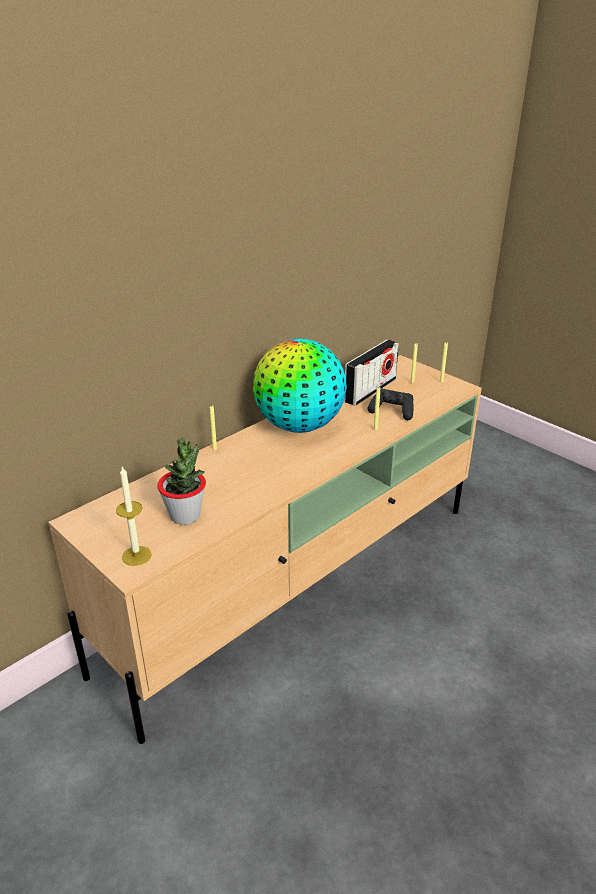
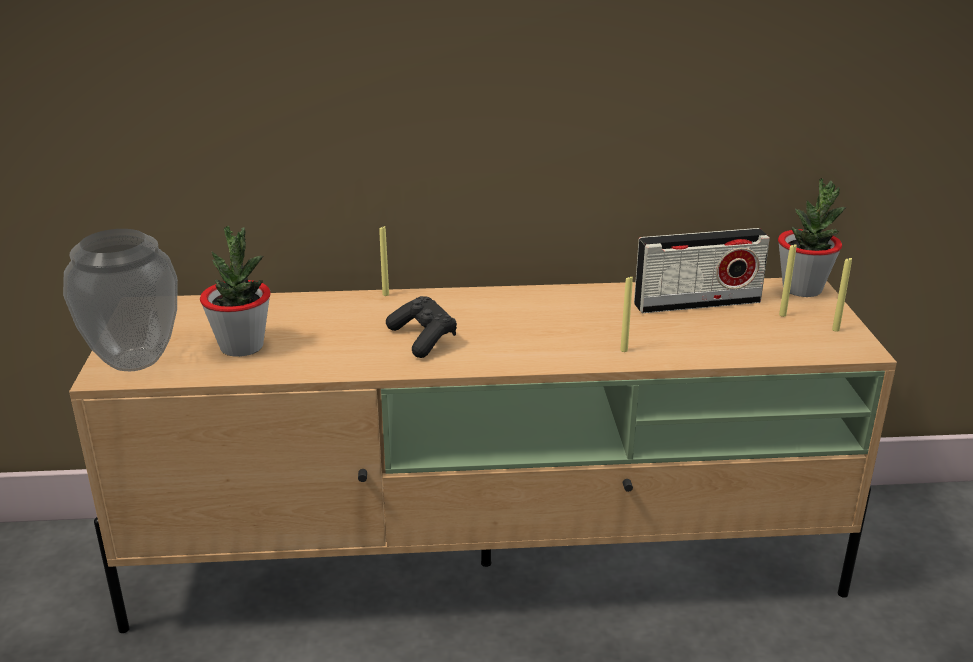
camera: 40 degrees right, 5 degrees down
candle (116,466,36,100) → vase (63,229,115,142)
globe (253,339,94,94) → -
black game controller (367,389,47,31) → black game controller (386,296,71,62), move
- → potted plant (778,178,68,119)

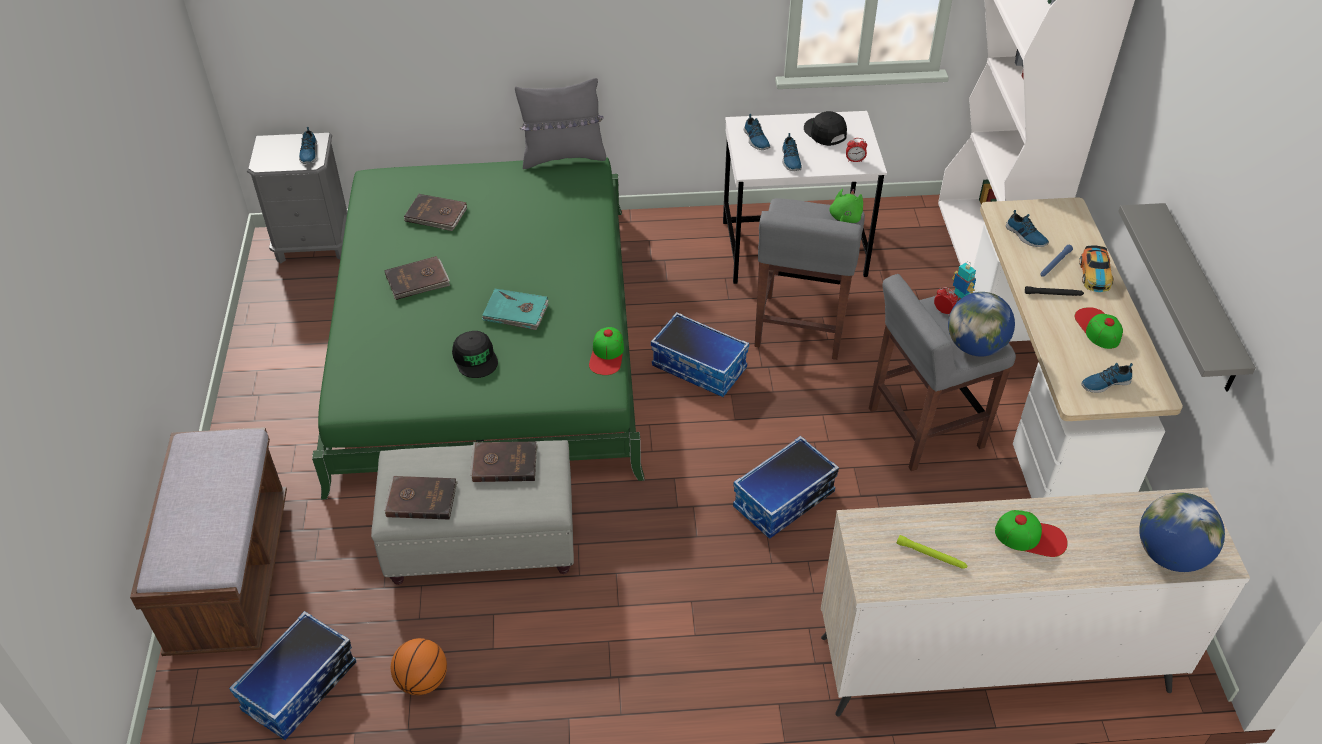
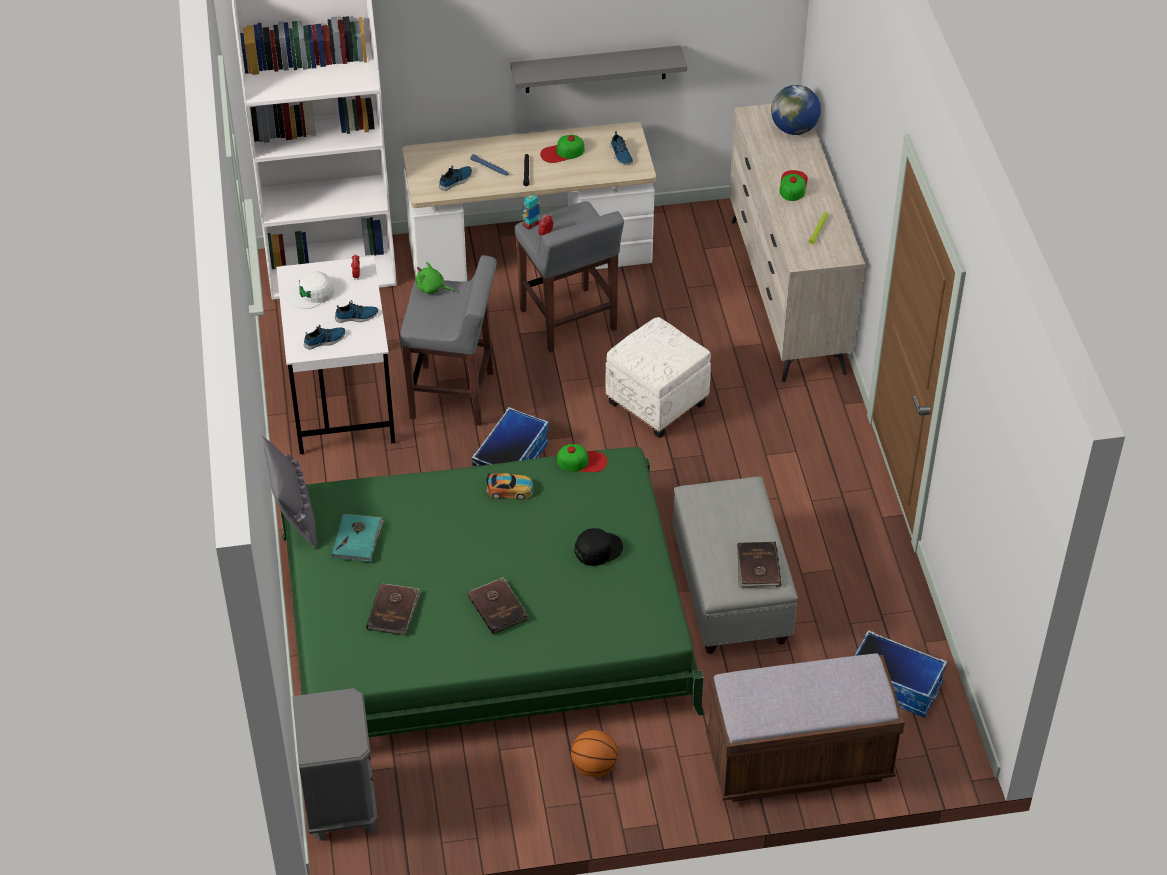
camera: 95 degrees left, 0 degrees up
shoe (299,127,18,37) → -
basketball (391,638,56,57) → basketball (571,730,47,47), move
brown book (470,441,68,41) → -
turquoise book (482,289,67,41) → turquoise book (332,514,52,48), move
storage box (733,436,106,103) → white ottoman (606,317,105,121)
black cap (804,111,43,35) → white cap (289,271,45,38)
globe (948,292,67,65) → -
toy car (1079,246,34,46) → toy car (486,473,47,27), move

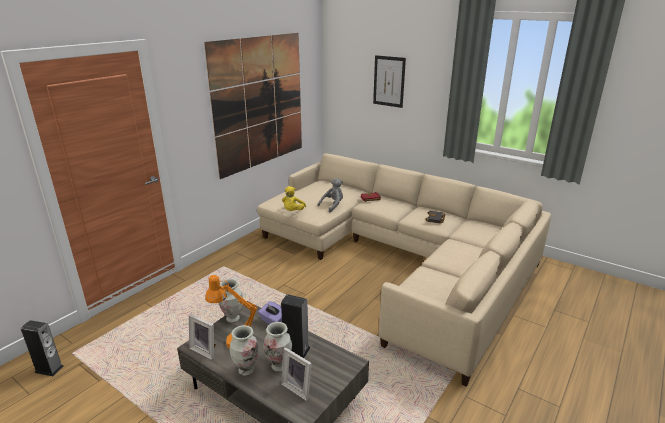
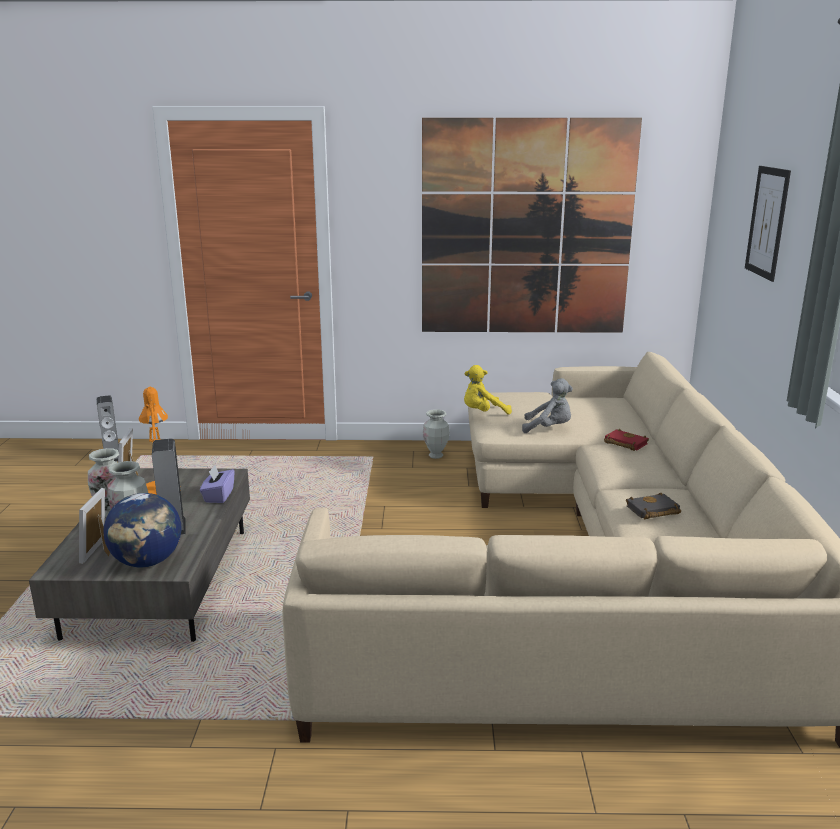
camera: 55 degrees right, 5 degrees down
vase (219,279,24,44) → vase (423,409,27,50), move
- → globe (103,493,78,74)

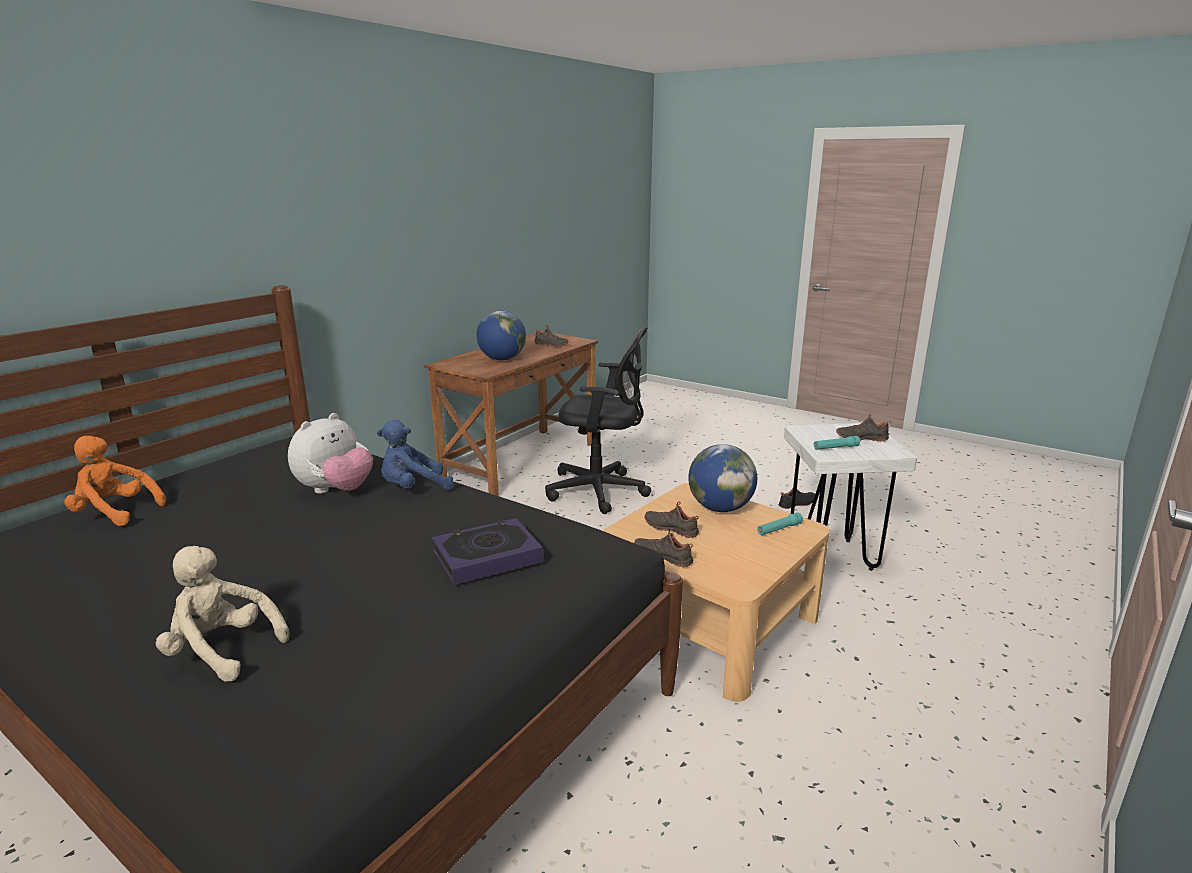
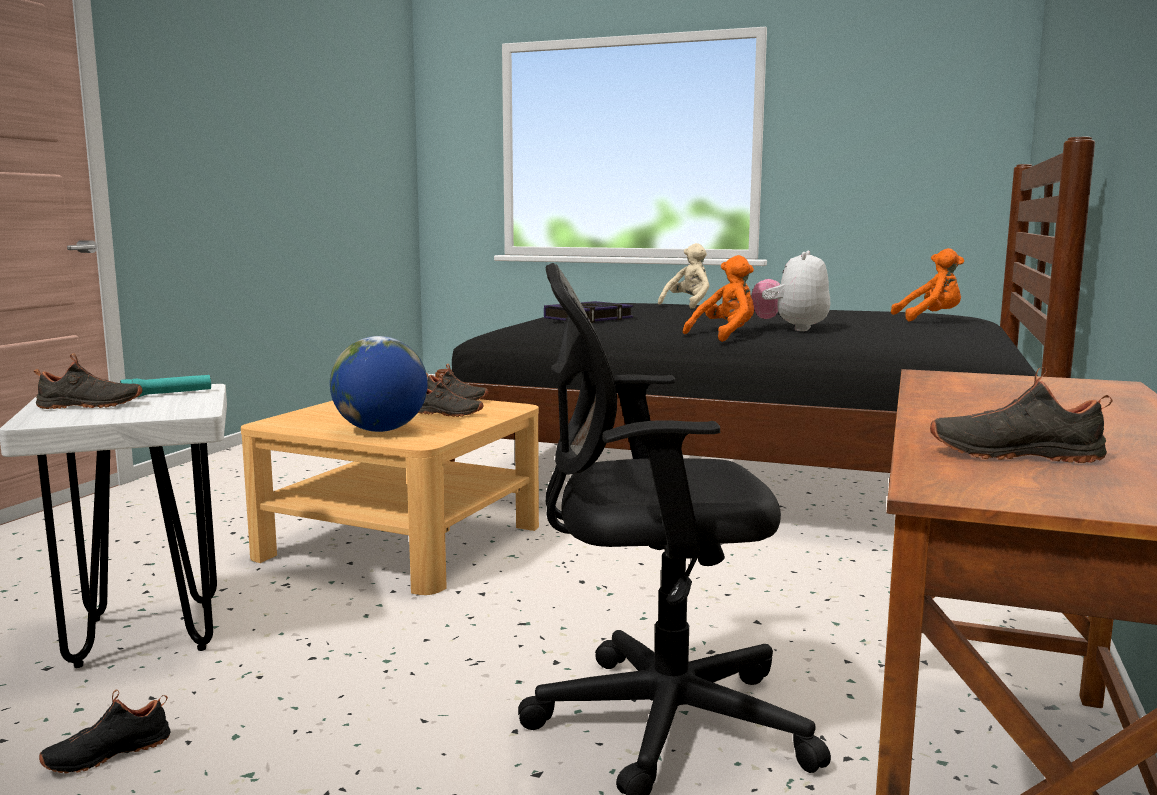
camera: 165 degrees right, 10 degrees down
beige plush toy (155,546,135,136) → beige plush toy (658,243,51,66), 60 degrees counterclockwise
blue plush toy (377,420,77,70) → orange plush toy (683,255,71,87)
globe (476,311,50,49) → -
turquoise flashlight (757,512,46,23) → -

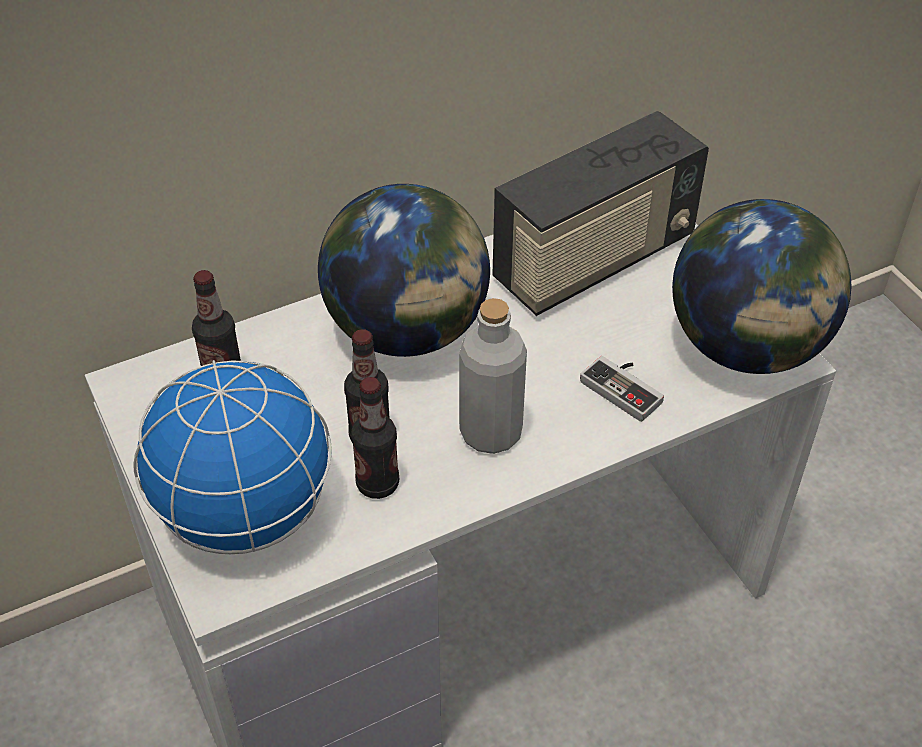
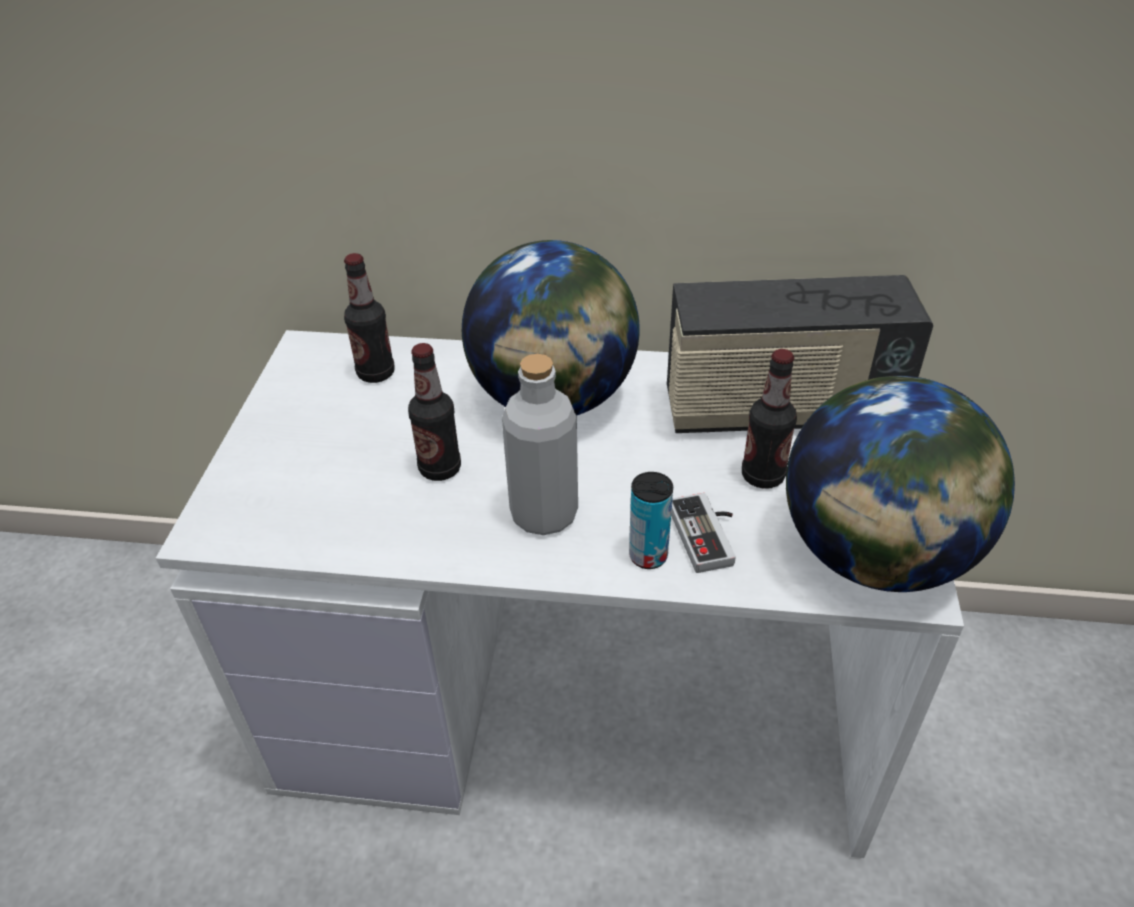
camera: 35 degrees right, 5 degrees down
globe (134,360,198,194) → -
bottle (351,377,48,122) → bottle (742,349,55,140), move
- → can (629,472,44,97)

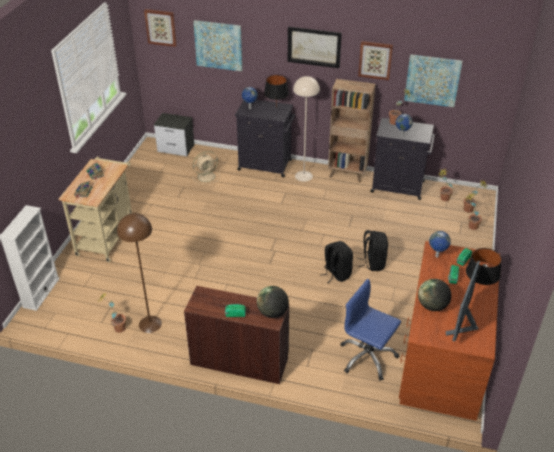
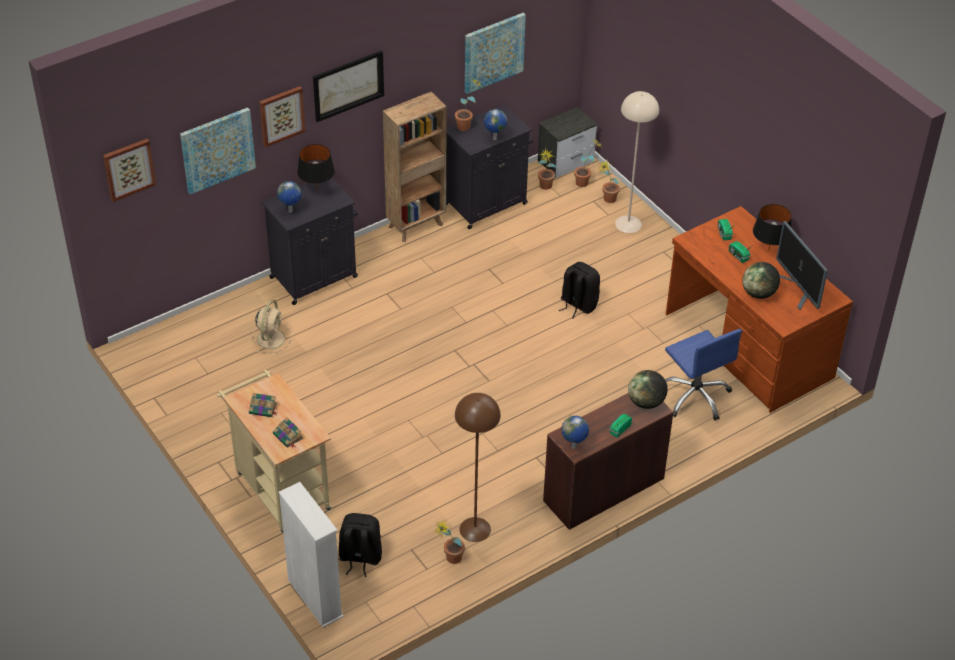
camera: 50 degrees left, 5 degrees up
nightstand (154,113,40,43) → nightstand (538,107,59,71), move
beige floor lamp (293,76,27,106) → beige floor lamp (615,91,44,142), move
black backpack (320,241,33,42) → black backpack (339,513,43,64), move
blue office chair (340,279,61,102) → blue office chair (665,329,77,92), 105 degrees counterclockwise
picture (358,41,35,39) → picture (259,86,47,61), move
globe (429,231,22,26) → globe (561,416,28,33), move

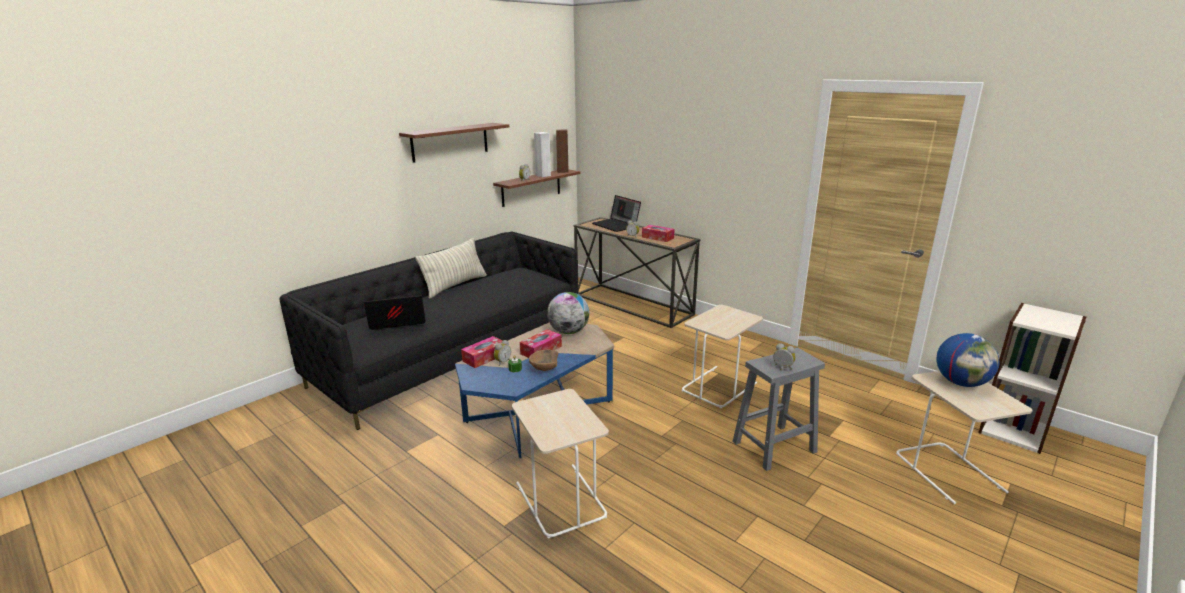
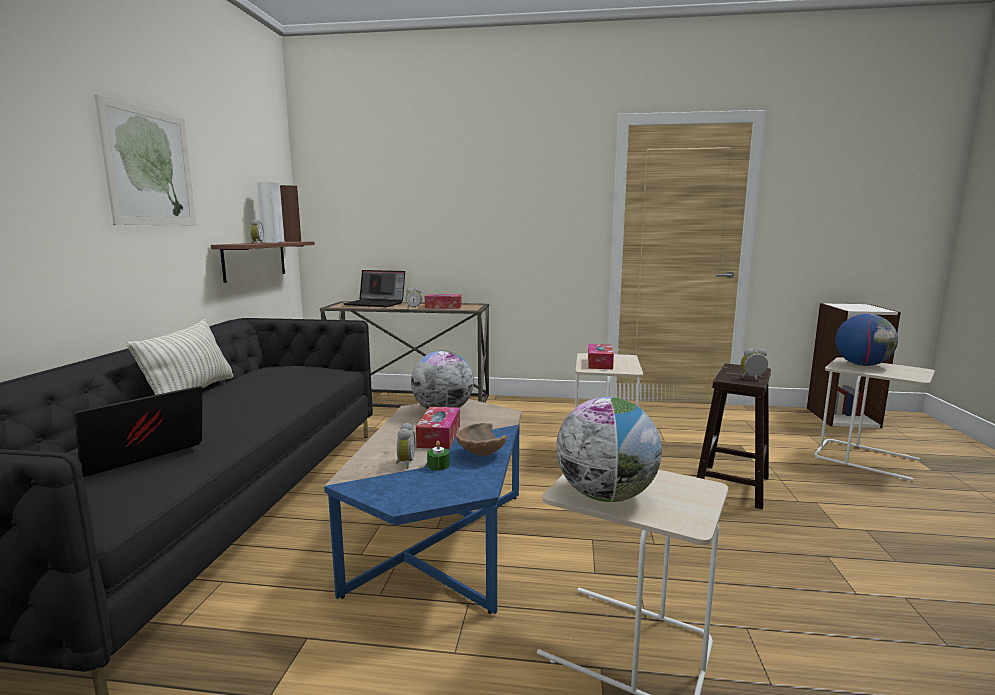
camera: 35 degrees left, 10 degrees down
brown shelf (399,123,110,40) → picture (94,94,102,131)
tissue box (461,336,41,32) → tissue box (588,344,26,25), move
grey stool (732,348,93,123) → brown stool (697,363,74,146)
- → globe (556,397,106,105)

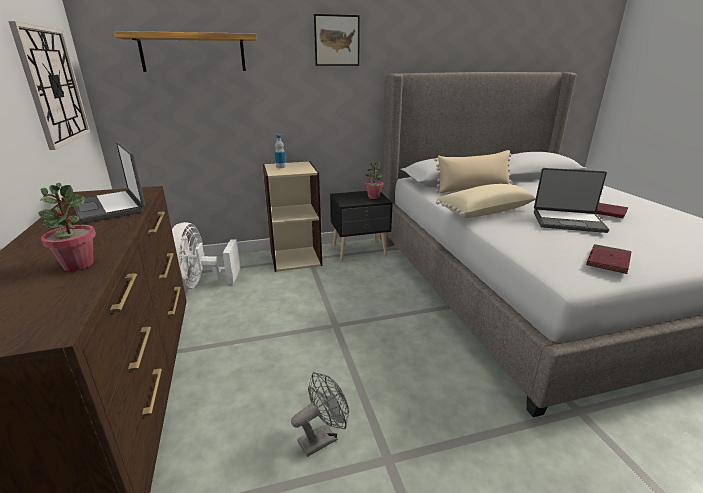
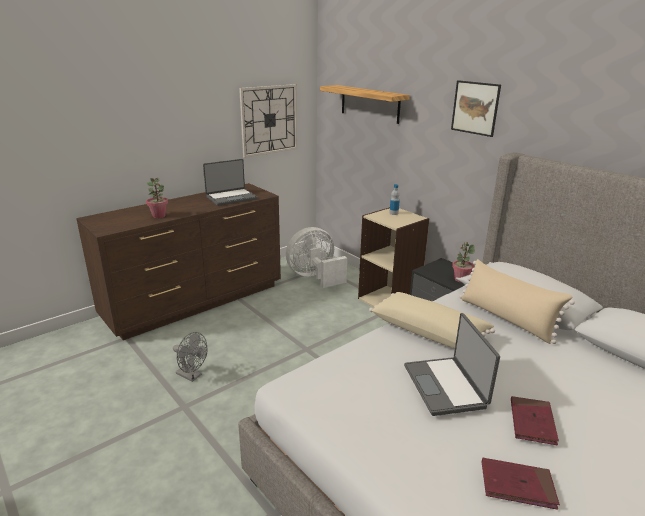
camera: 65 degrees right, 0 degrees up
laptop (74,142,71,82) → laptop (203,159,54,47), 150 degrees counterclockwise
red book (586,244,46,30) → red book (482,458,78,52), move

